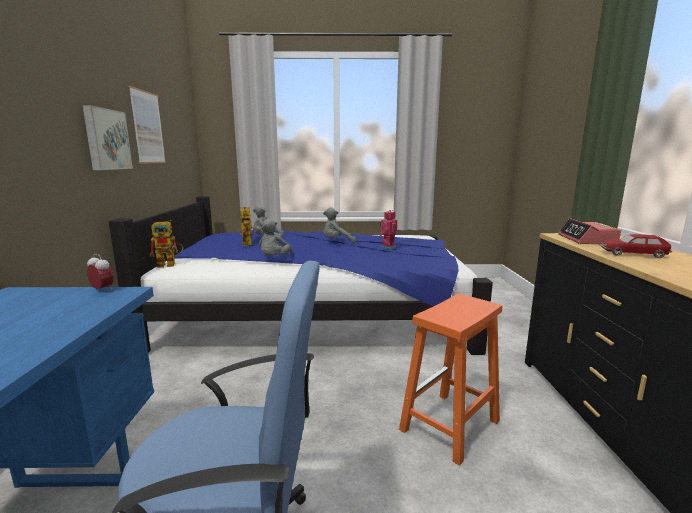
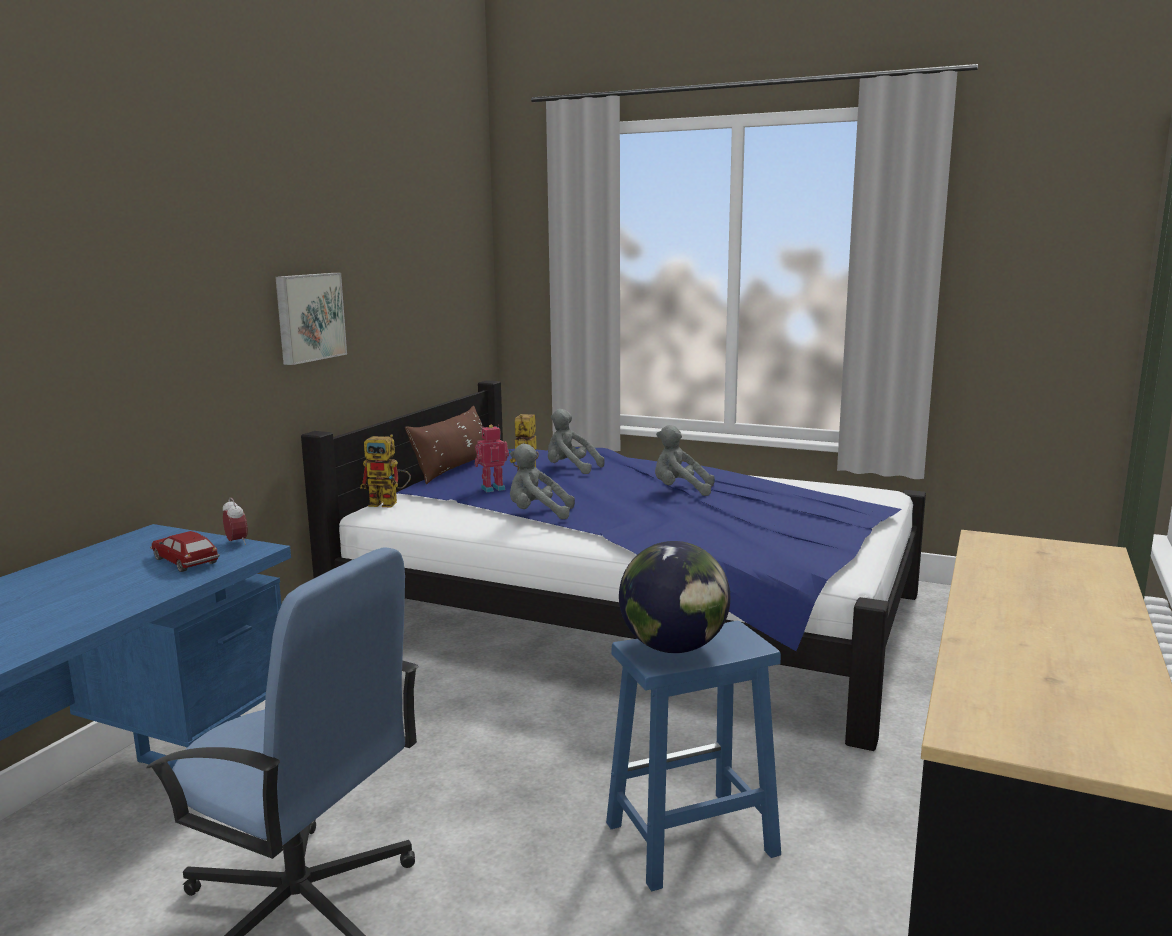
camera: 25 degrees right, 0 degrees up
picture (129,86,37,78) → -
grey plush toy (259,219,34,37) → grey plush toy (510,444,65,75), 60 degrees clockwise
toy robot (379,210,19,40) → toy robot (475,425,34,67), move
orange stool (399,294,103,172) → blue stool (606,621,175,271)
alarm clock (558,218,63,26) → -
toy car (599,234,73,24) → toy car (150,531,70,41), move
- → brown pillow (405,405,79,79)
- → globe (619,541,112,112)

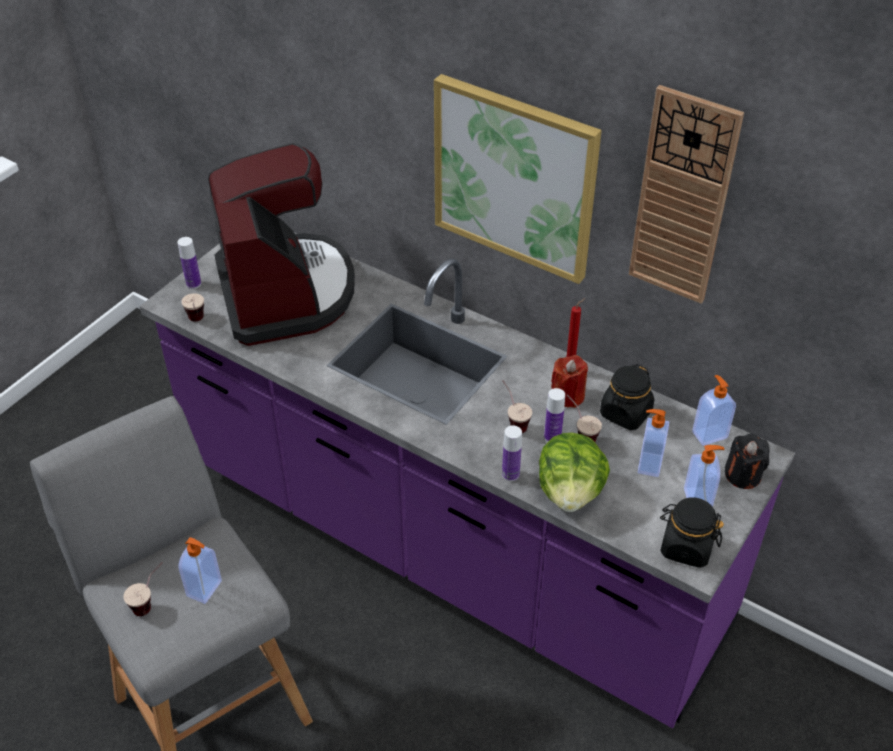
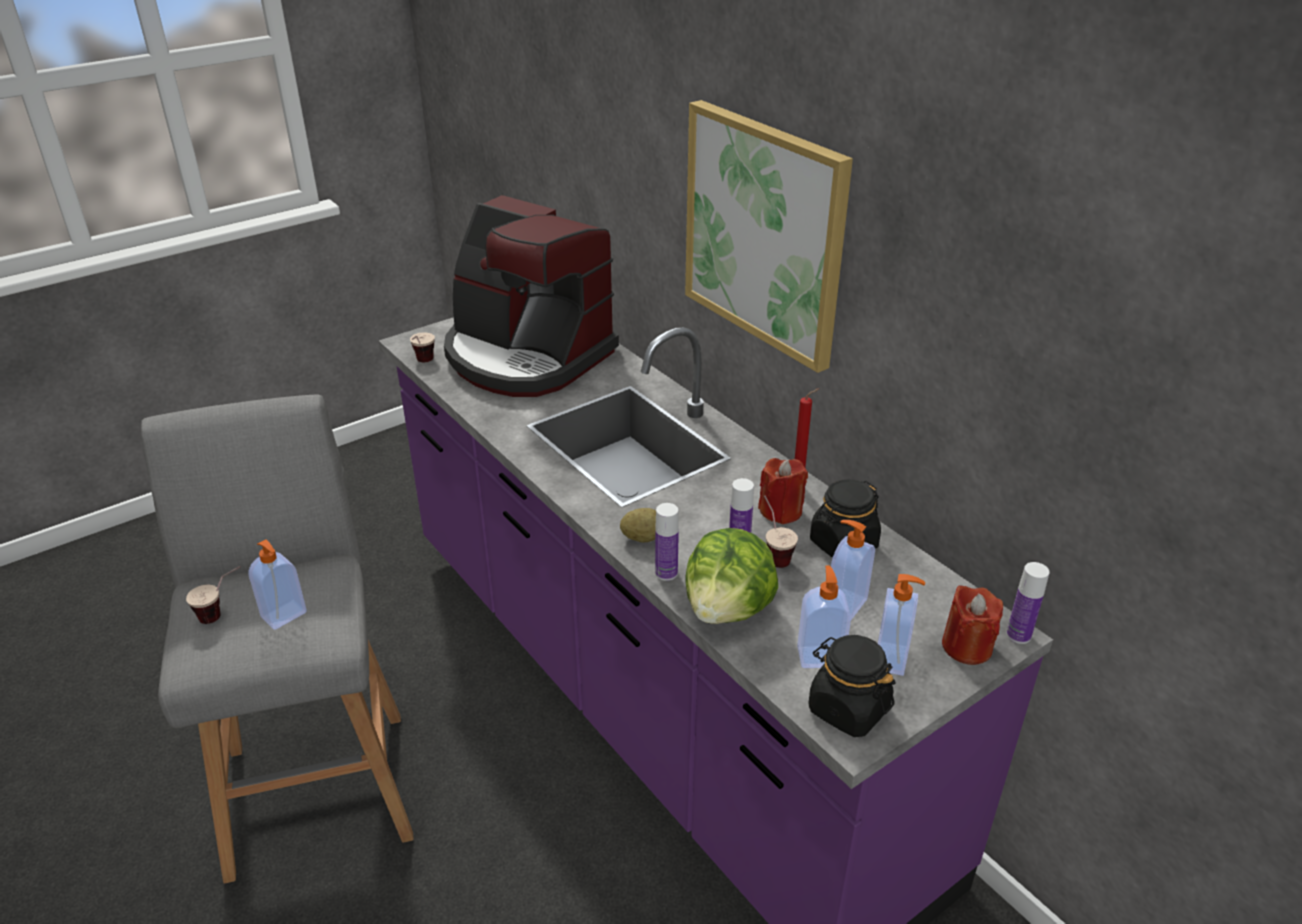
camera: 20 degrees right, 10 degrees down
bottle (178,237,23,52) → bottle (1006,562,44,82), move
coffee machine (208,143,147,203) → coffee machine (444,195,175,202), 120 degrees clockwise
cup (502,380,30,53) → -
wall clock (629,85,115,218) → -
soap dispenser (692,375,44,71) → soap dispenser (797,566,54,102), move
black candle (725,434,44,55) → red candle (942,585,61,80)
- → potato (620,508,36,35)

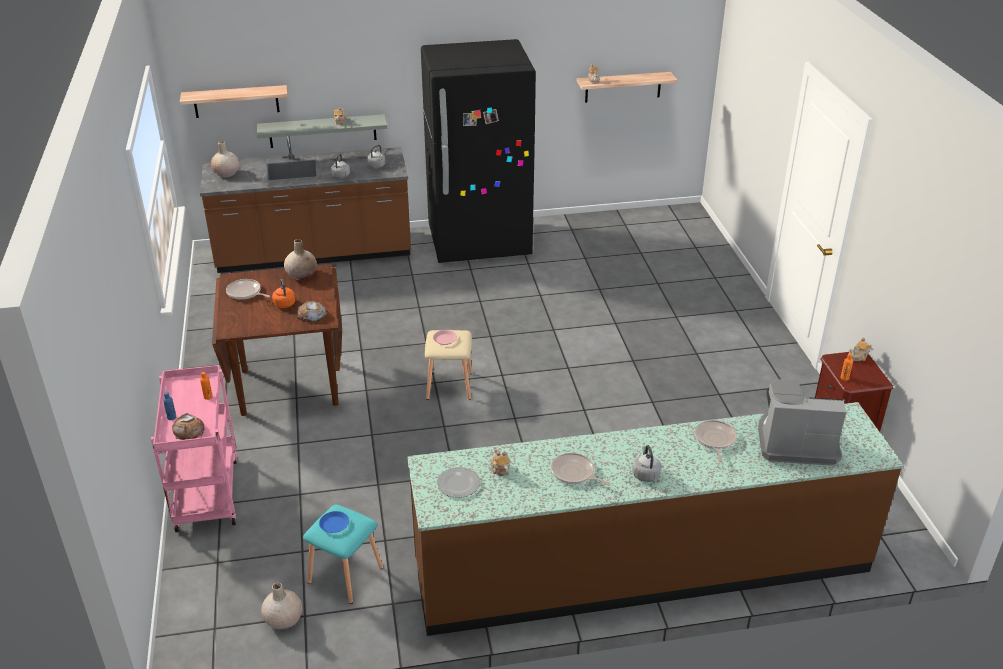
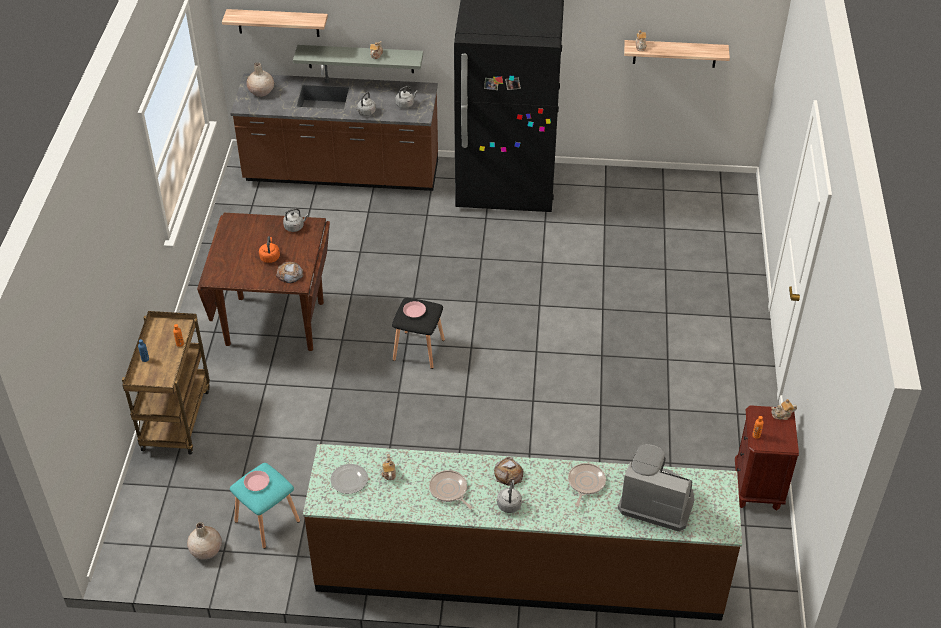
camera: 15 degrees right, 10 degrees up
pink cart (151,365,86,168) → brown cart (122,311,88,144)
bread (172,413,32,27) → bread (494,457,29,29), move
frying pan (226,279,44,21) → -
beige vase (284,239,33,41) → grey kettle (283,208,26,24)
blue plate (319,511,30,22) → pink plate (244,471,26,20)
beige stool (425,330,48,70) → black stool (392,298,53,71)

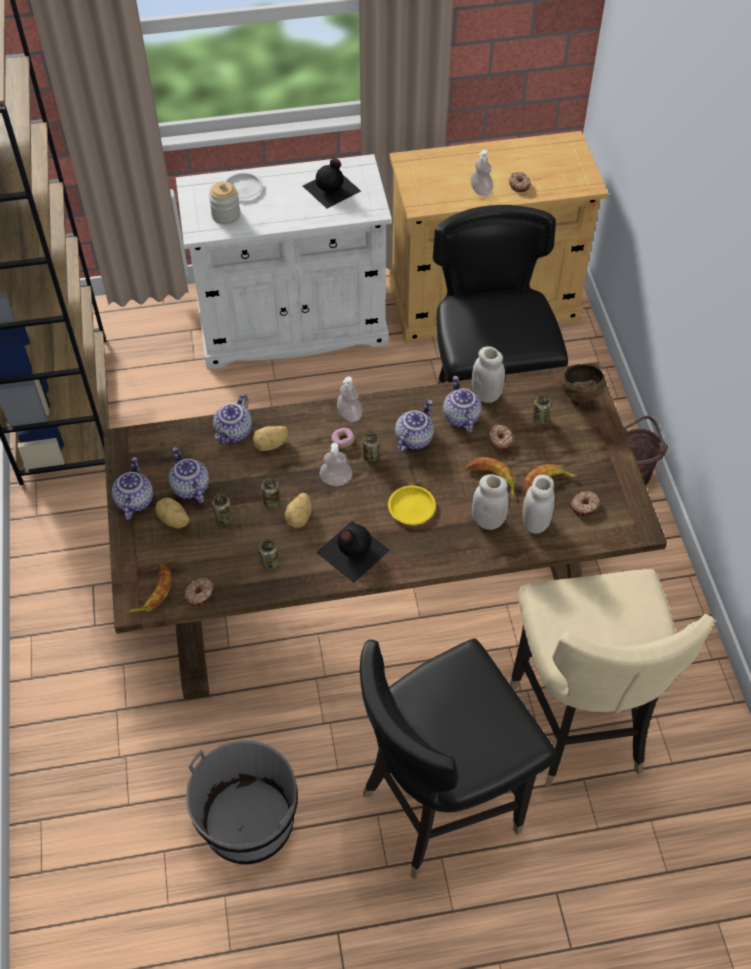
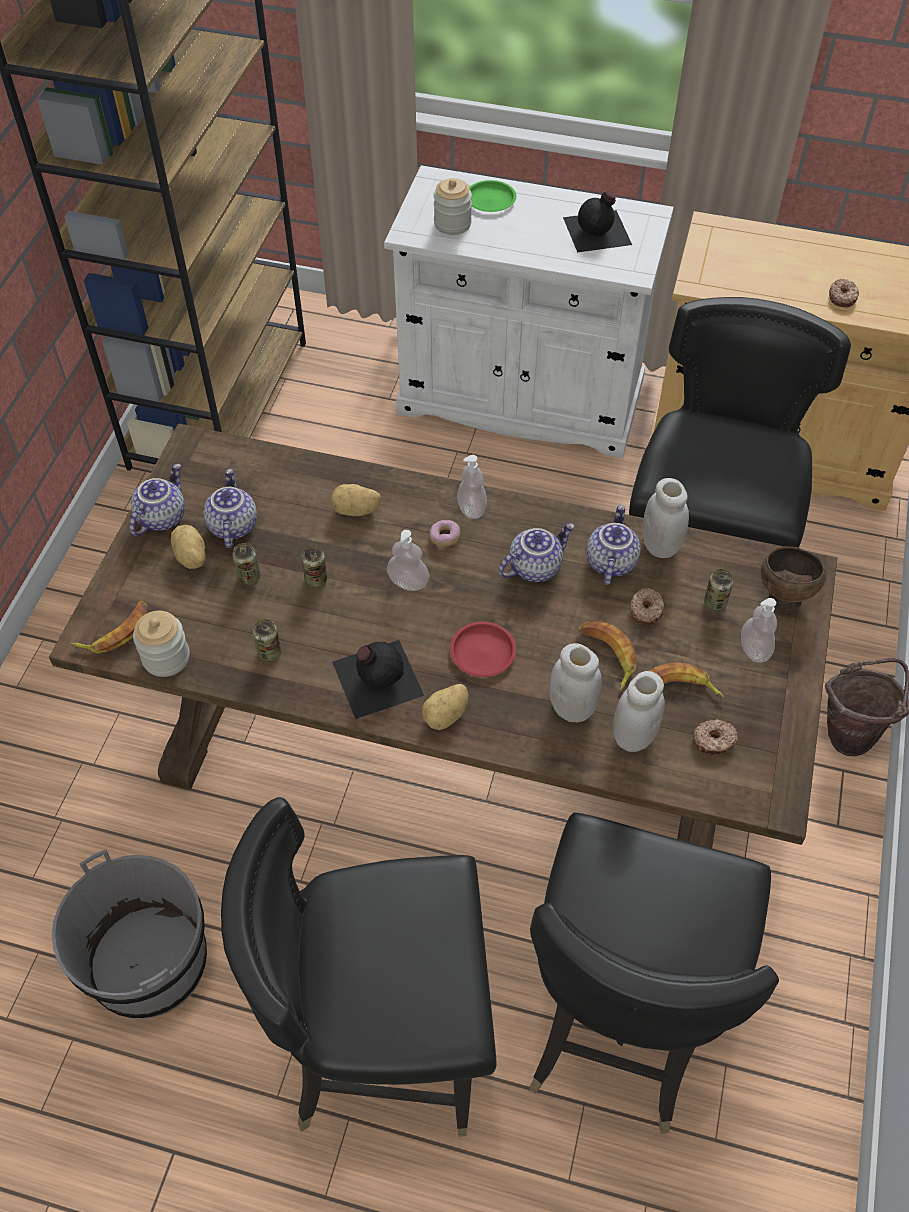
camera: 25 degrees right, 0 degrees up
donut (184,577,30,29) → jar (133,611,57,66)
teapot (213,394,39,50) → -
white plate (224,172,39,27) → green plate (469,180,47,32)
potato (285,493,27,35) → potato (422,684,47,46), move
can (363,432,17,30) → -
yellow plate (388,485,48,40) → red plate (450,622,66,55)
soap dispenser (470,150,23,46) → soap dispenser (741,598,36,65), move
beige chair (510,569,205,218) → black chair (529,812,250,322)

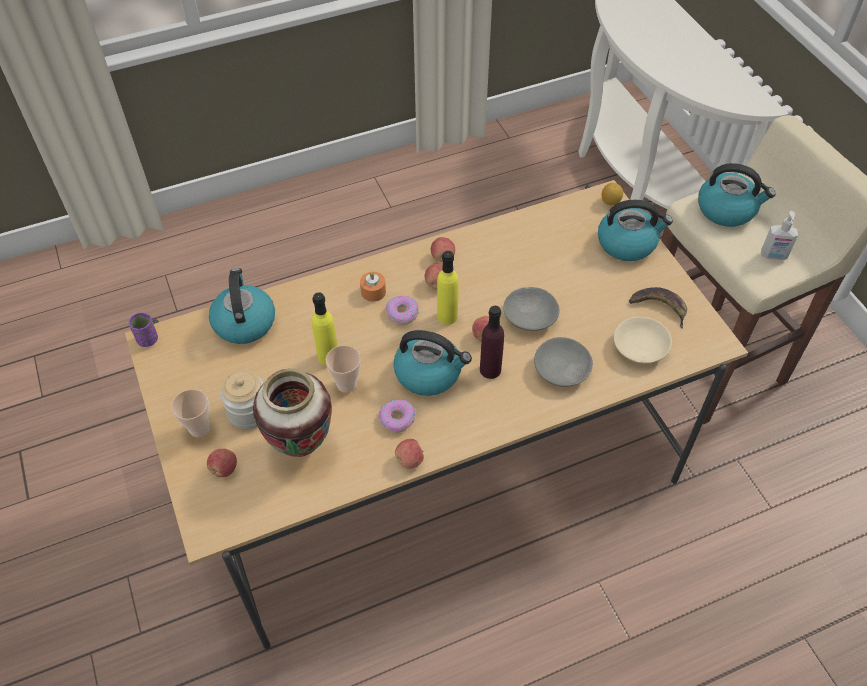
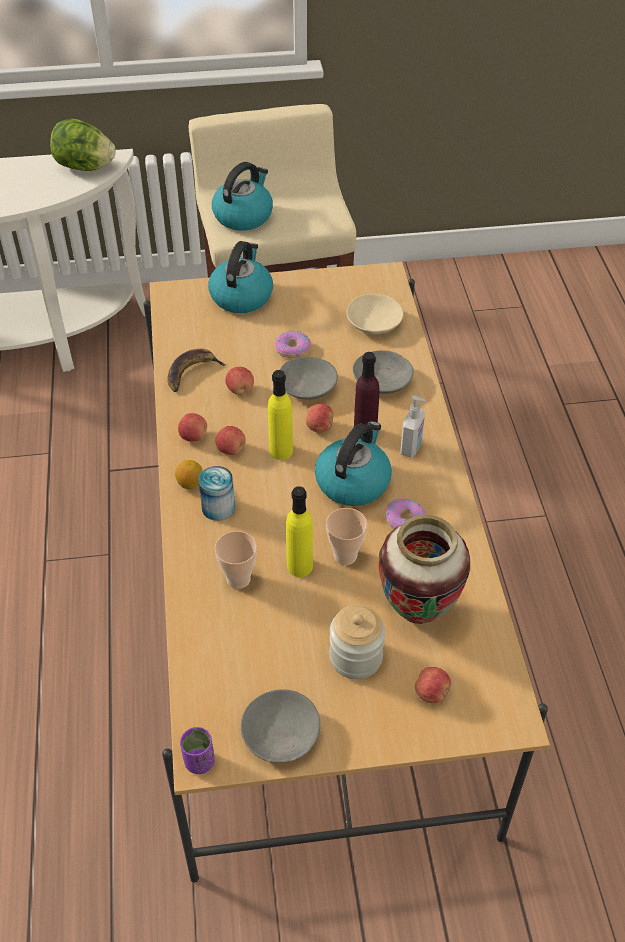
camera: 75 degrees left, 5 degrees down
cup (171,389,39,48) → cup (215,531,42,58), move
kettle (209,268,66,76) → -
orange candle (360,272,26,30) → can (198,466,37,55)
donut (386,296,33,29) → donut (275,331,36,27), move
apple (395,439,29,29) → apple (225,367,29,28), move
lemon (601,183,22,22) → lemon (175,460,28,29), move
banana (629,287,58,42) → banana (167,349,60,43), move
soap dispenser (761,211,37,49) → soap dispenser (401,395,25,62), move
- → lettuce (50,119,66,52)
- → grey bowl (241,689,79,74)

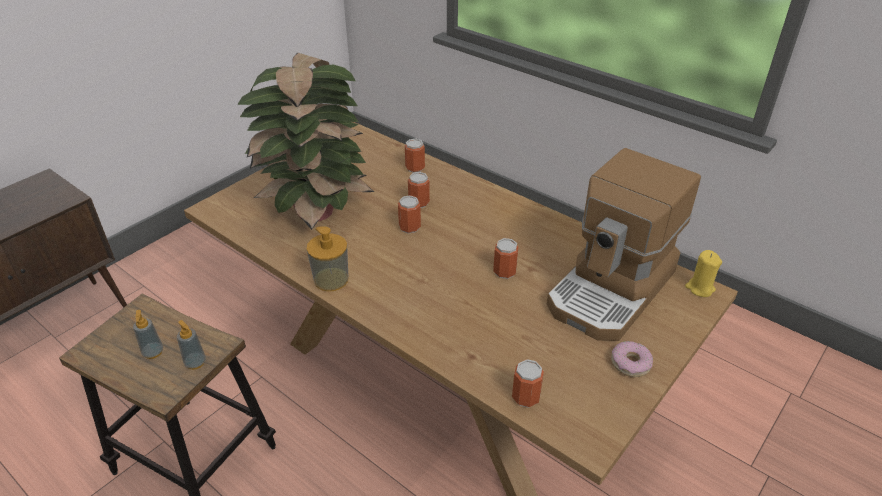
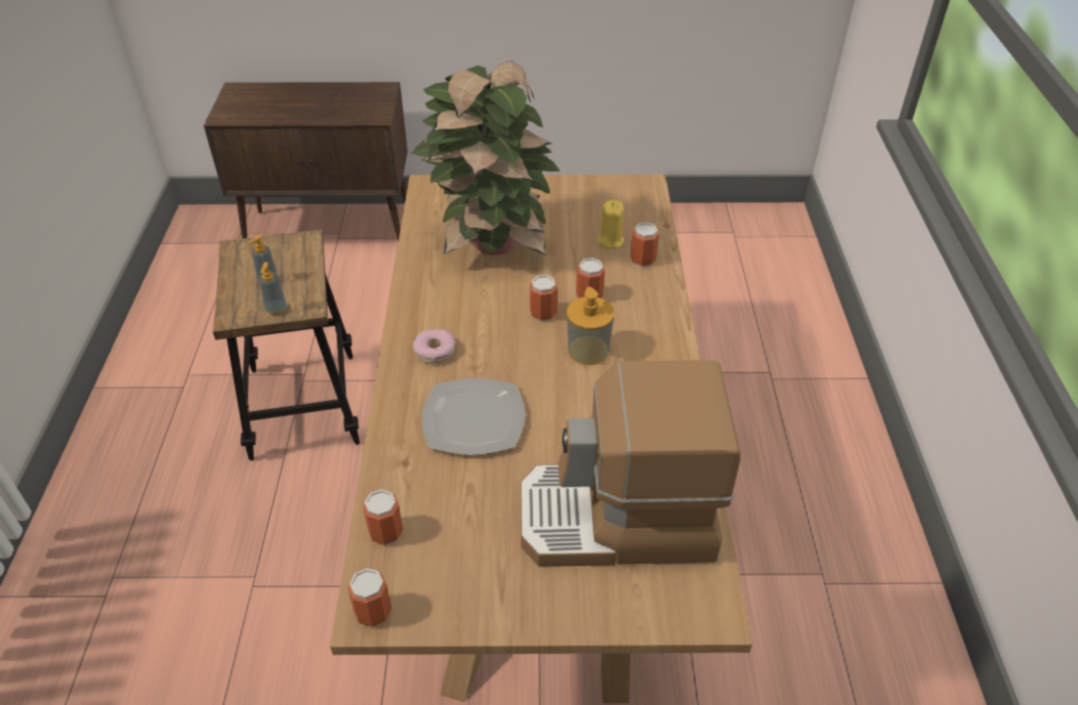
camera: 50 degrees right, 5 degrees up
soap dispenser (307,227,41,64) → soap dispenser (567,287,47,78), move
can (493,238,26,41) → can (348,568,44,59), move
donut (611,341,42,36) → donut (413,329,42,35), move
yellow candle (685,250,37,47) → yellow candle (597,200,27,49), move
- → plate (422,378,103,77)

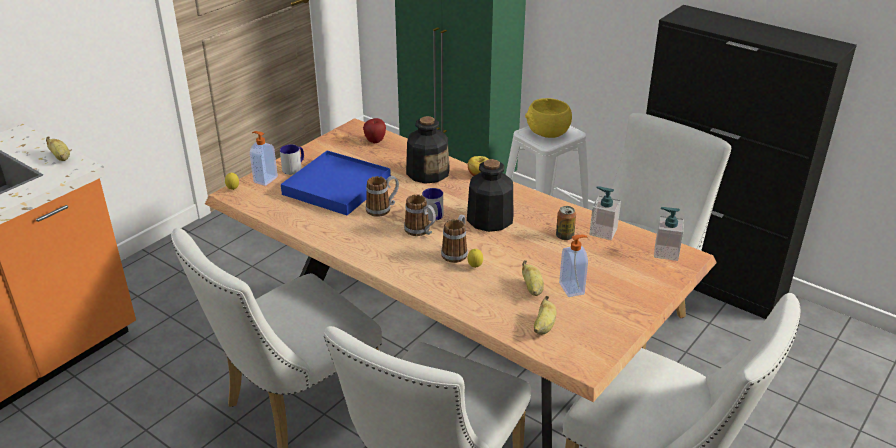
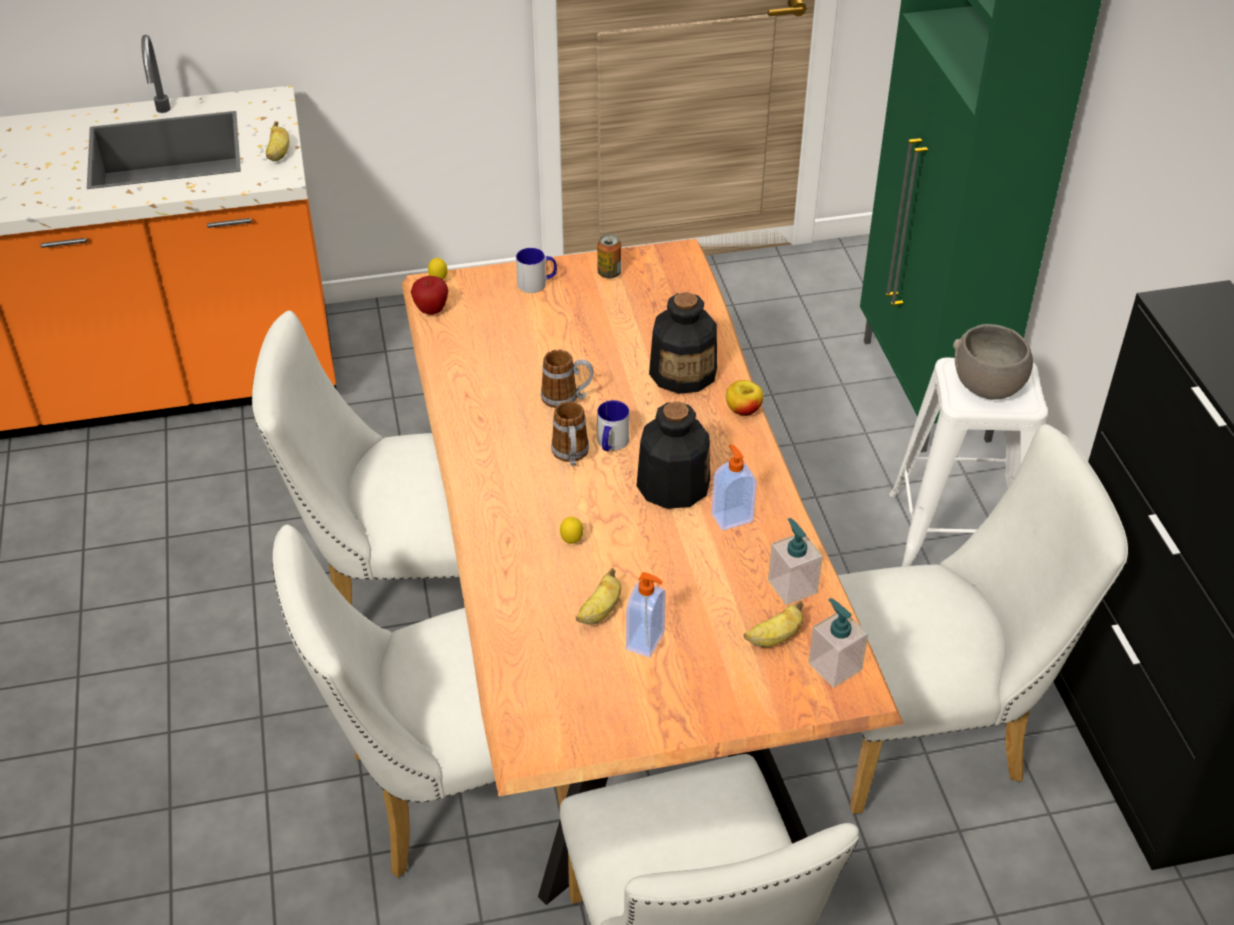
camera: 40 degrees right, 10 degrees up
soap dispenser (250,131,28,55) → soap dispenser (712,445,45,85), move
blue tray (281,150,110,66) → -
apple (363,118,23,25) → apple (411,276,37,39), move
mug (441,215,27,48) → -
yellow bowl (525,98,47,40) → grey bowl (953,324,80,76)
banana (534,296,22,39) → banana (744,601,59,46), move
can (556,206,20,34) → can (597,234,24,45), move

